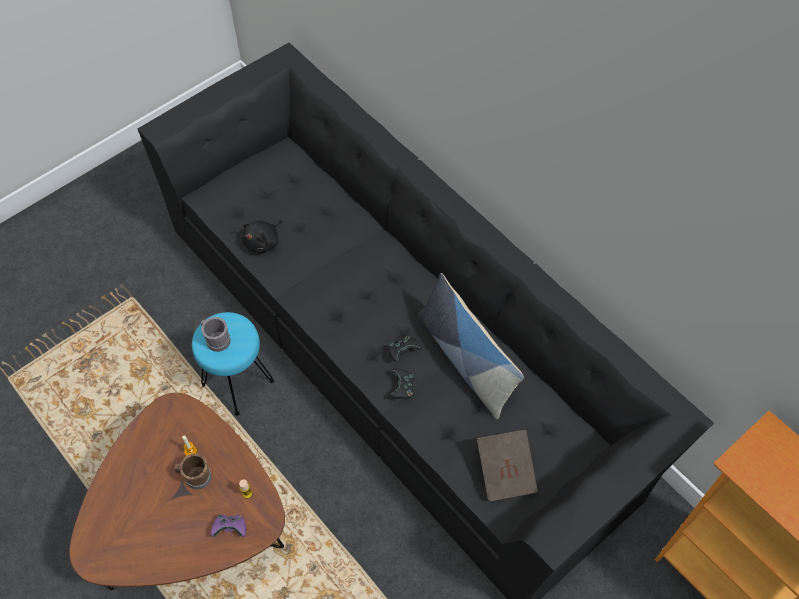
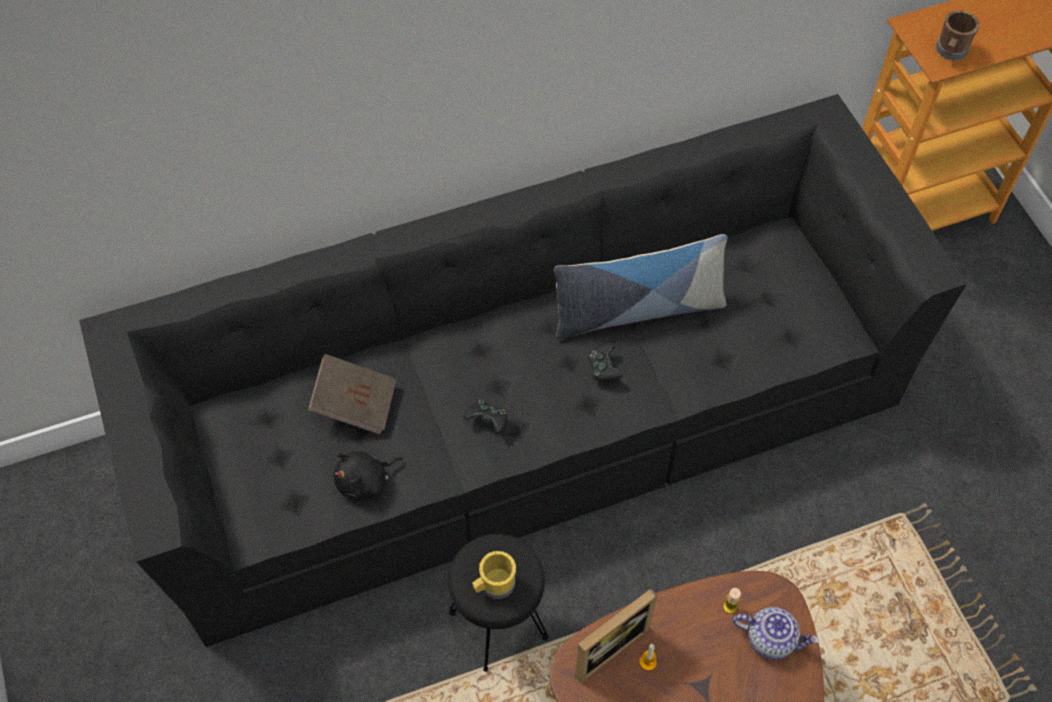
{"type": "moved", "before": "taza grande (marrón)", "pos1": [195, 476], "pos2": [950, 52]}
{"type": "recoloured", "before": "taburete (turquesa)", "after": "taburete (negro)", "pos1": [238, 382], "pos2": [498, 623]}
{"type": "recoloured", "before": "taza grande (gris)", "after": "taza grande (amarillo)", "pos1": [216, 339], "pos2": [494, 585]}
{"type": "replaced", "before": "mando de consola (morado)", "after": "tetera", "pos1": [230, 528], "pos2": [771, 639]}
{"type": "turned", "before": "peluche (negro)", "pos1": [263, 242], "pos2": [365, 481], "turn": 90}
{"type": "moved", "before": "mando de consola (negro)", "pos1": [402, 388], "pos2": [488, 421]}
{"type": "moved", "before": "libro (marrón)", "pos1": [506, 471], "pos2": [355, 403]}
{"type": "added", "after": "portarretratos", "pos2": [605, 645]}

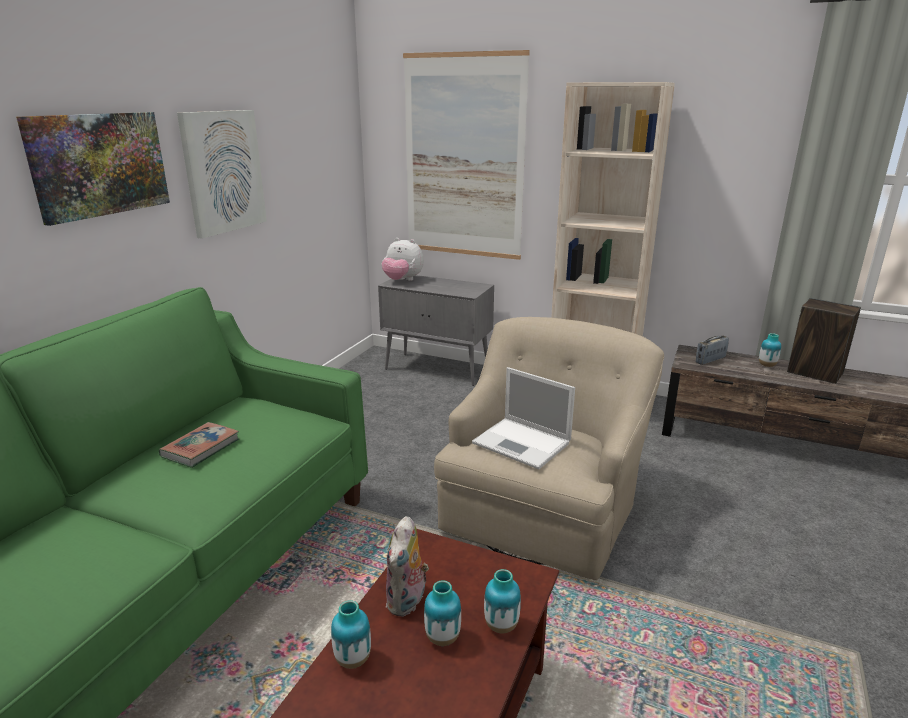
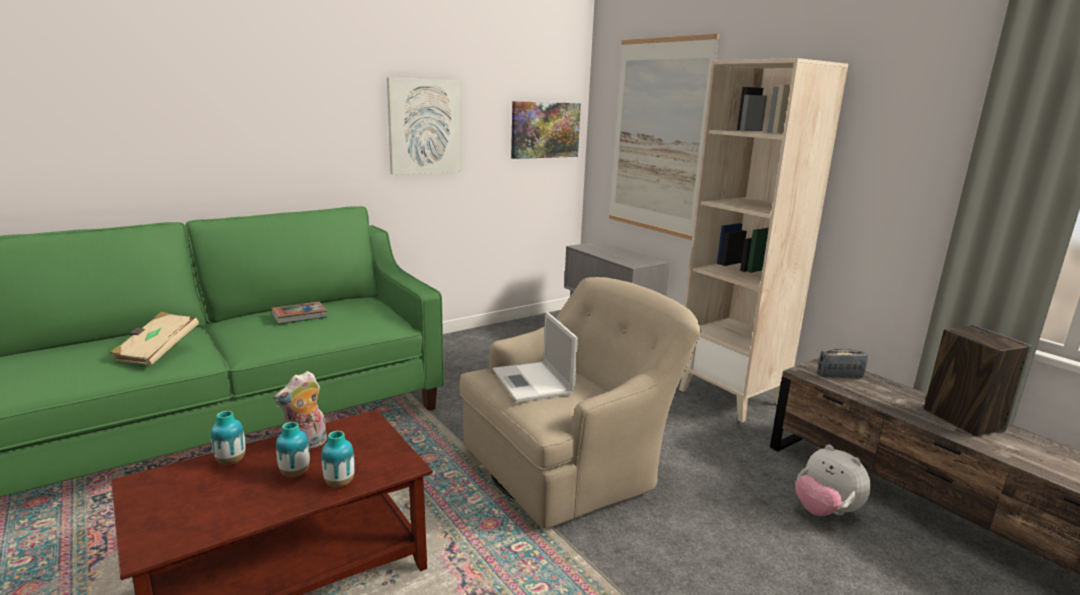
{"type": "moved", "before": "cuadro", "pos1": [99, 164], "pos2": [545, 130]}
{"type": "moved", "before": "peluche", "pos1": [402, 280], "pos2": [825, 511]}
{"type": "removed", "before": "florero", "pos1": [767, 365]}
{"type": "added", "after": "libro (beis)", "pos2": [157, 352]}

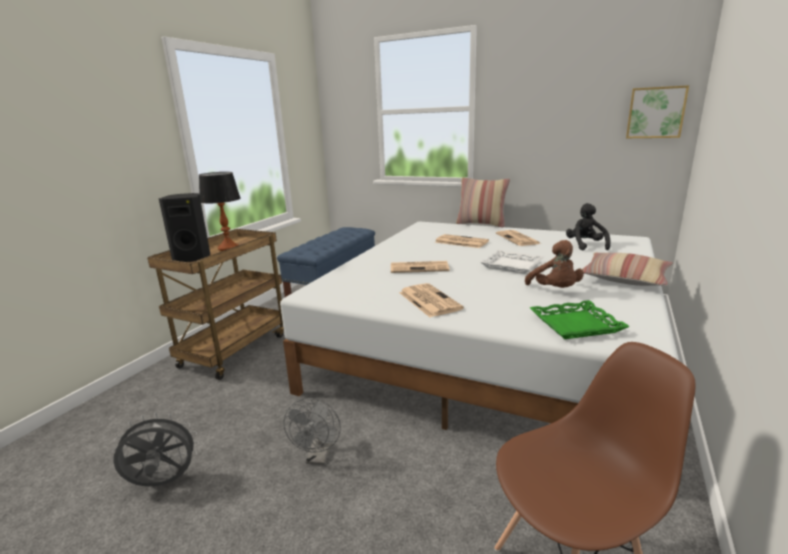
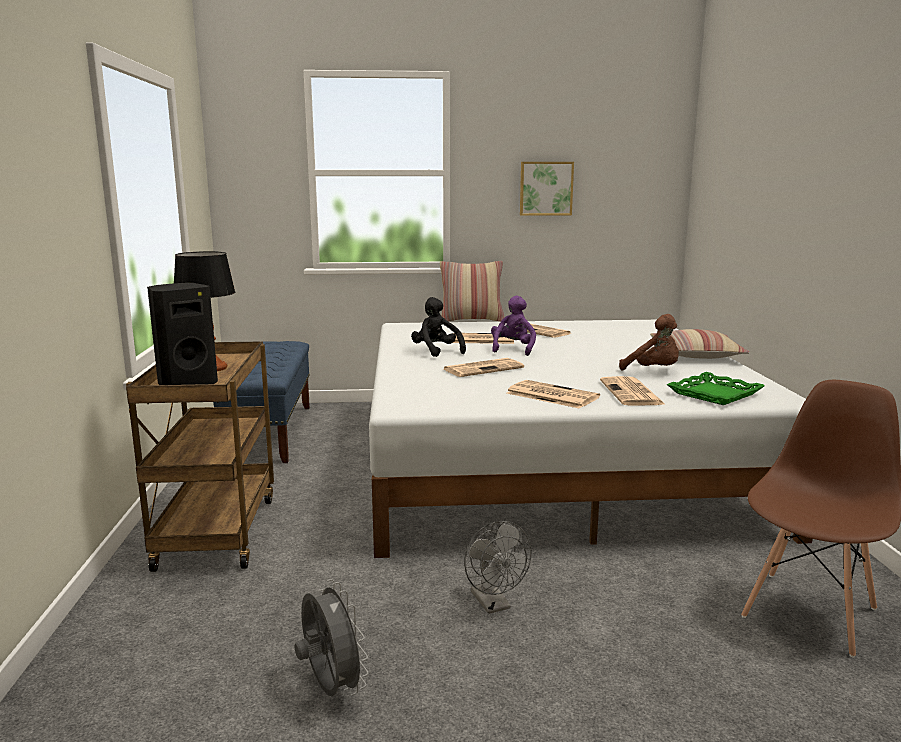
{"type": "turned", "before": "ventilador (gris)", "pos1": [163, 483], "pos2": [330, 688], "turn": 105}
{"type": "removed", "before": "bandeja (blanco)", "pos1": [512, 265]}
{"type": "moved", "before": "peluche (negro)", "pos1": [585, 246], "pos2": [436, 351]}
{"type": "moved", "before": "cuadro", "pos1": [655, 112], "pos2": [546, 188]}
{"type": "added", "after": "peluche (morado)", "pos2": [513, 349]}
{"type": "added", "after": "periódico", "pos2": [632, 393]}

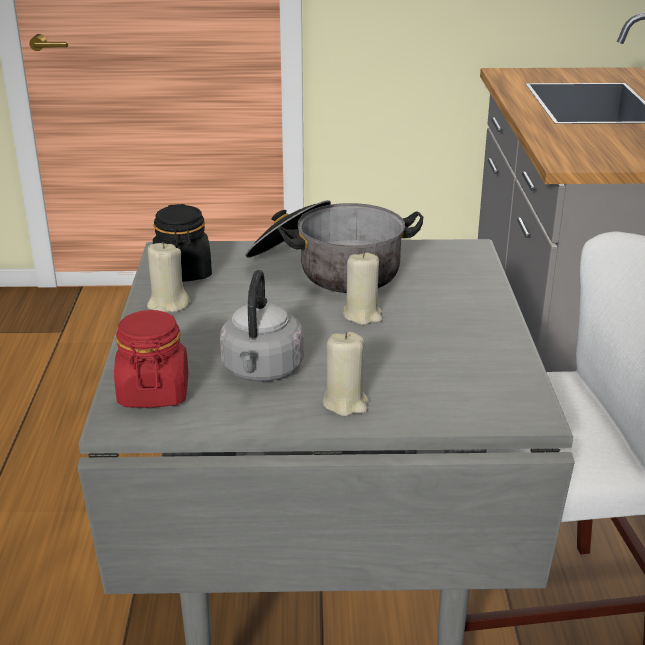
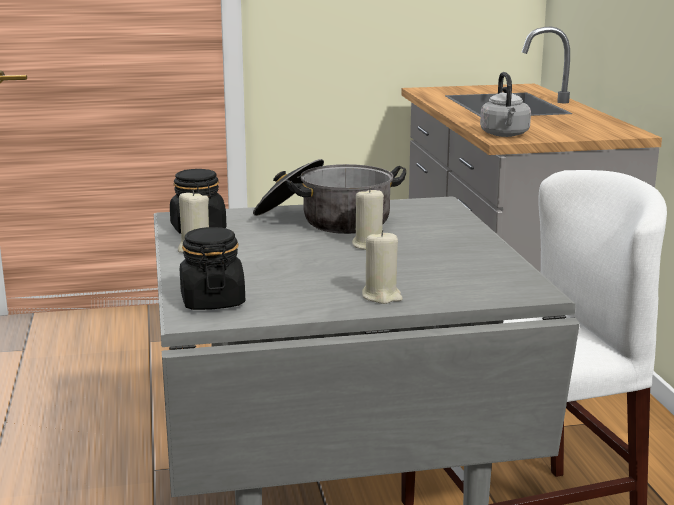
{"type": "recoloured", "before": "tarro (rojo)", "after": "tarro (negro)", "pos1": [154, 392], "pos2": [212, 301]}
{"type": "moved", "before": "hervidor (gris)", "pos1": [261, 371], "pos2": [505, 135]}

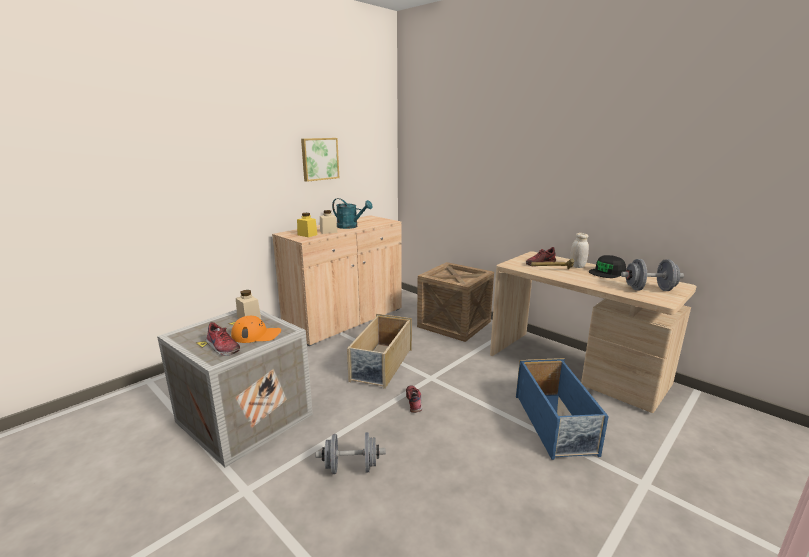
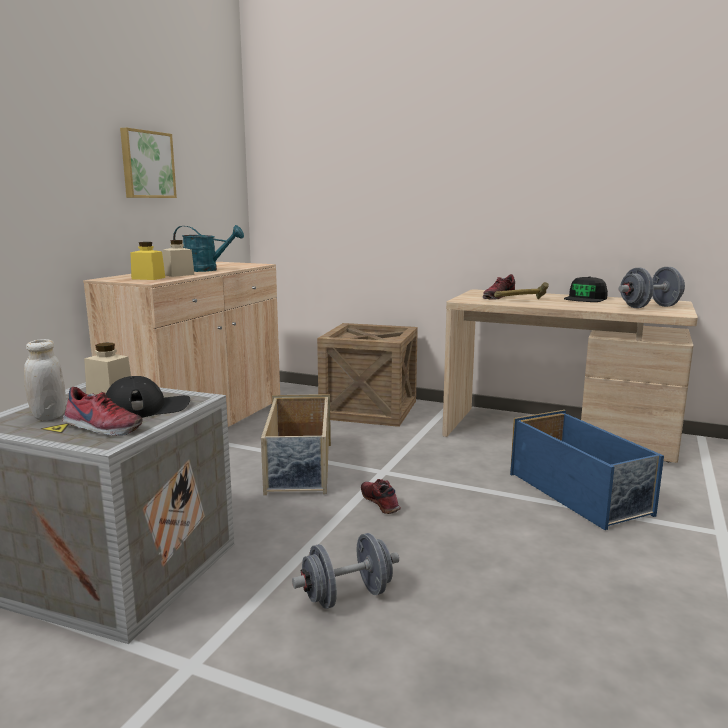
{"type": "recoloured", "before": "gorra (naranja)", "after": "gorra (negro)", "pos1": [256, 334], "pos2": [147, 408]}
{"type": "moved", "before": "tarro (blanco)", "pos1": [577, 266], "pos2": [48, 416]}

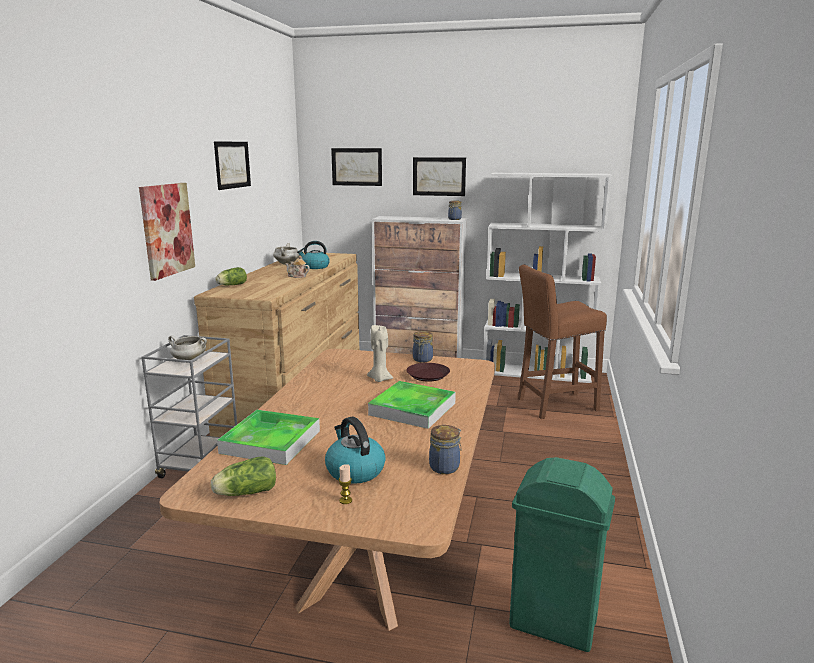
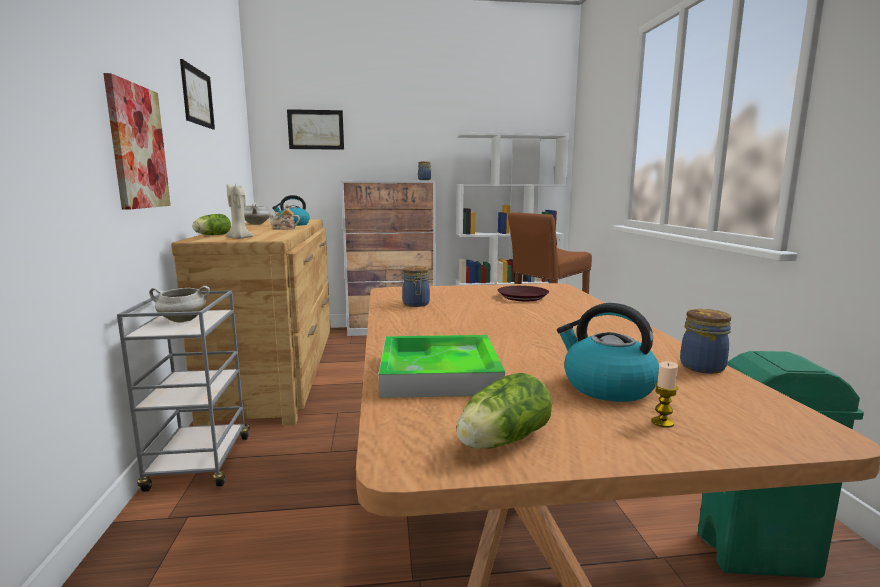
{"type": "moved", "before": "vela (beis)", "pos1": [379, 379], "pos2": [239, 238]}
{"type": "removed", "before": "bandeja", "pos1": [412, 409]}
{"type": "removed", "before": "cuadro", "pos1": [439, 176]}
{"type": "moved", "before": "tarro", "pos1": [422, 360], "pos2": [416, 304]}

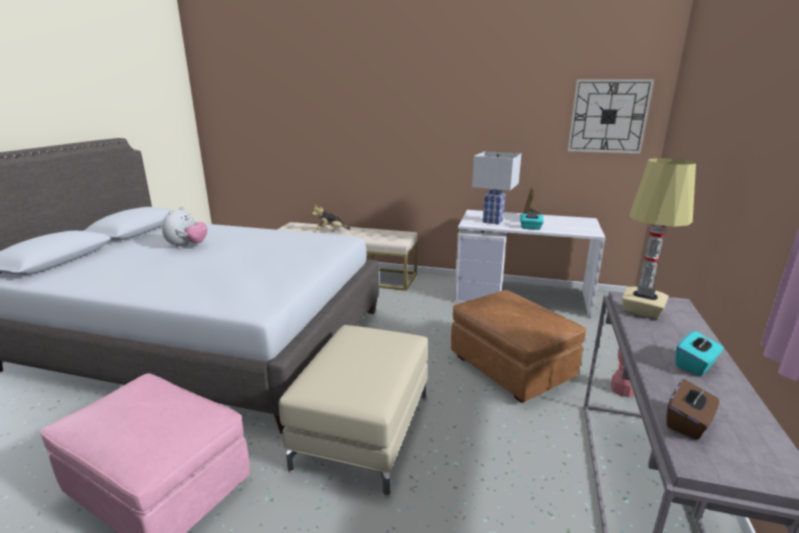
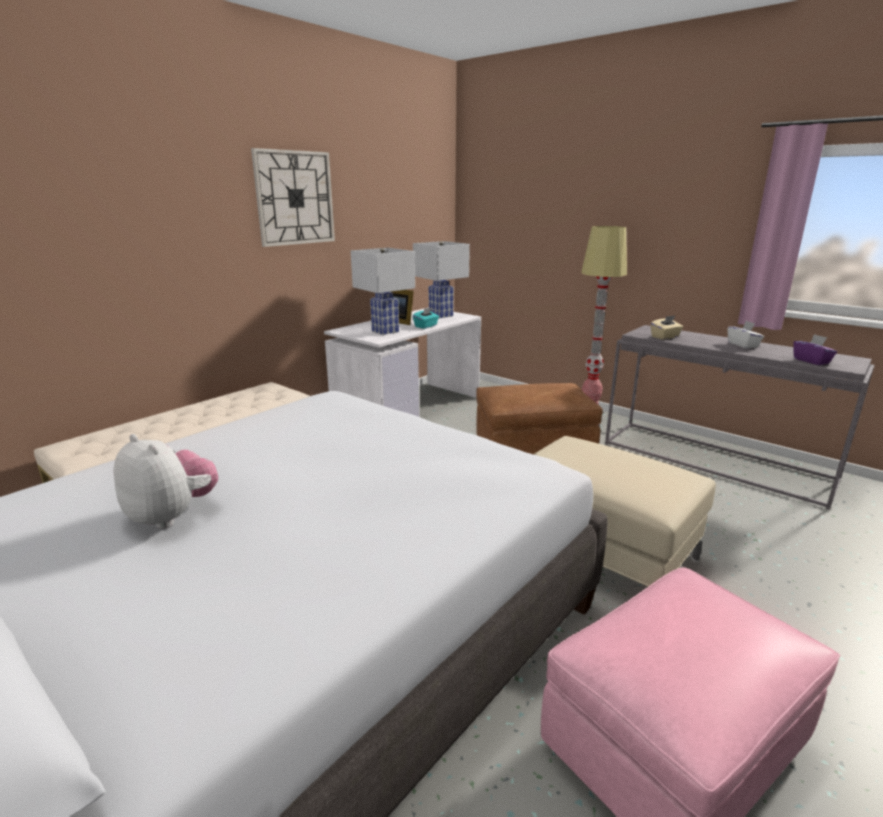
{"type": "removed", "before": "peluche", "pos1": [330, 231]}
{"type": "moved", "before": "reloj de pared", "pos1": [608, 116], "pos2": [295, 198]}
{"type": "recoloured", "before": "caja de pañuelos (marrón)", "after": "caja de pañuelos (morado)", "pos1": [688, 423], "pos2": [811, 361]}
{"type": "recoloured", "before": "caja de pañuelos (turquesa)", "after": "caja de pañuelos (blanco)", "pos1": [695, 365], "pos2": [743, 345]}
{"type": "added", "after": "lámpara de mesa (blanco)", "pos2": [440, 316]}

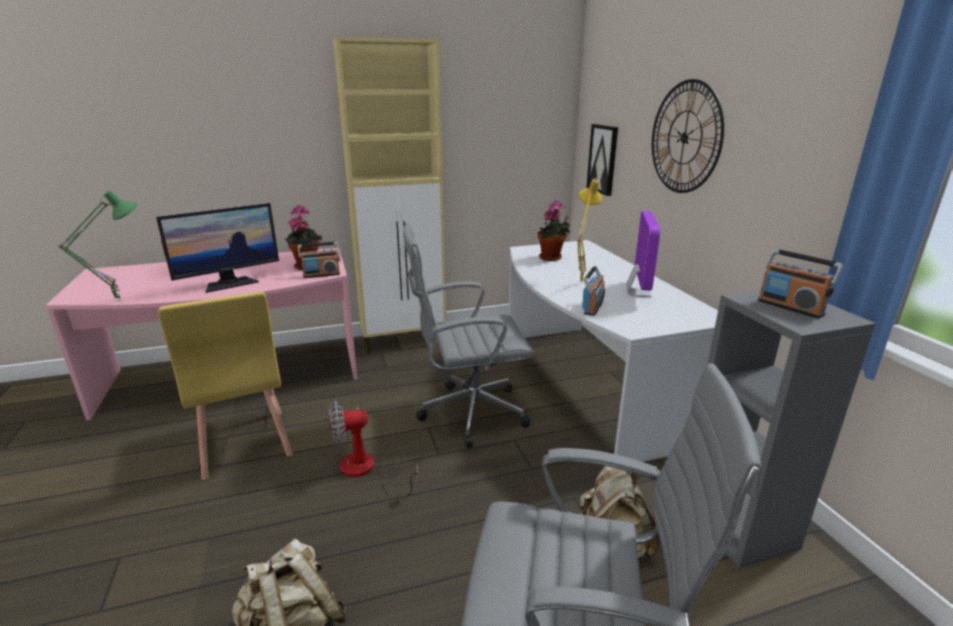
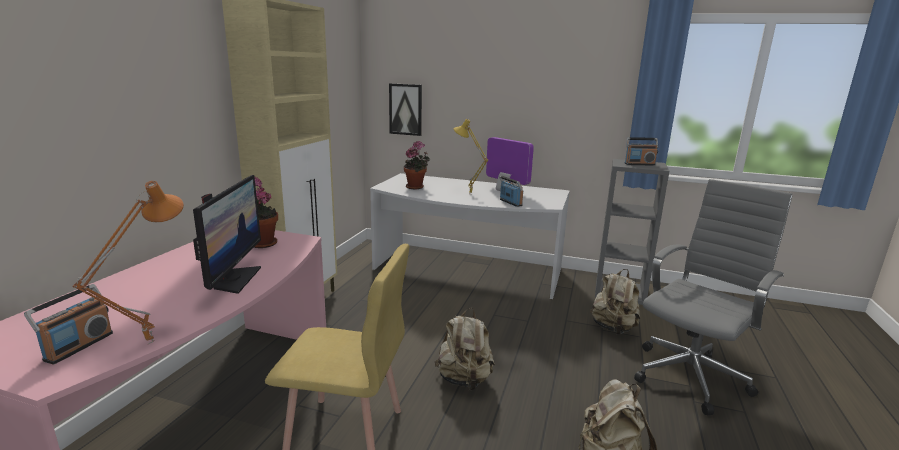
{"type": "recoloured", "before": "lámpara de mesa (verde)", "after": "lámpara de mesa (naranja)", "pos1": [119, 299], "pos2": [149, 342]}
{"type": "moved", "before": "radio", "pos1": [321, 275], "pos2": [78, 346]}
{"type": "replaced", "before": "ventilador", "after": "mochila (beis)", "pos1": [366, 470], "pos2": [464, 380]}
{"type": "removed", "before": "silla de oficina (gris)", "pos1": [468, 413]}
{"type": "removed", "before": "reloj de pared", "pos1": [685, 137]}

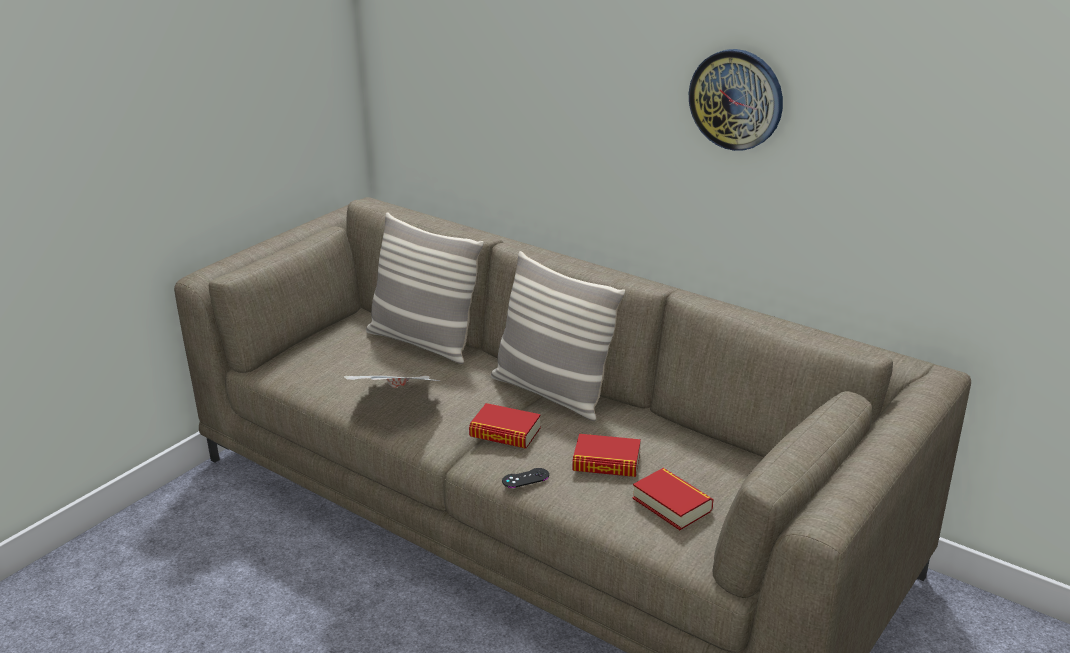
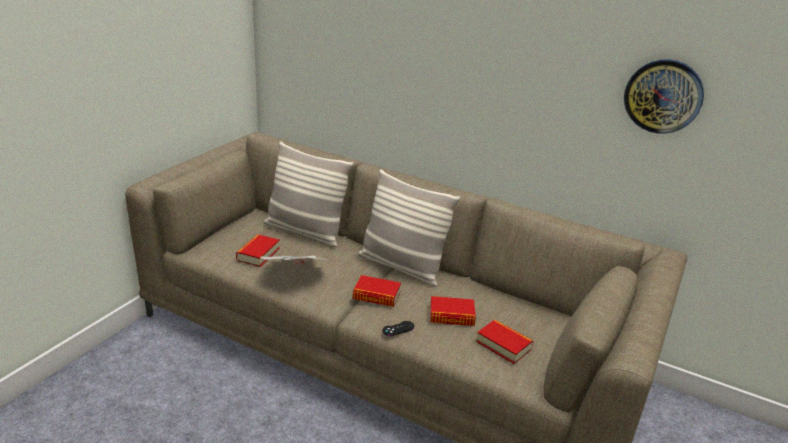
{"type": "moved", "before": "reloj de pared", "pos1": [736, 99], "pos2": [663, 96]}
{"type": "added", "after": "libro", "pos2": [258, 254]}

